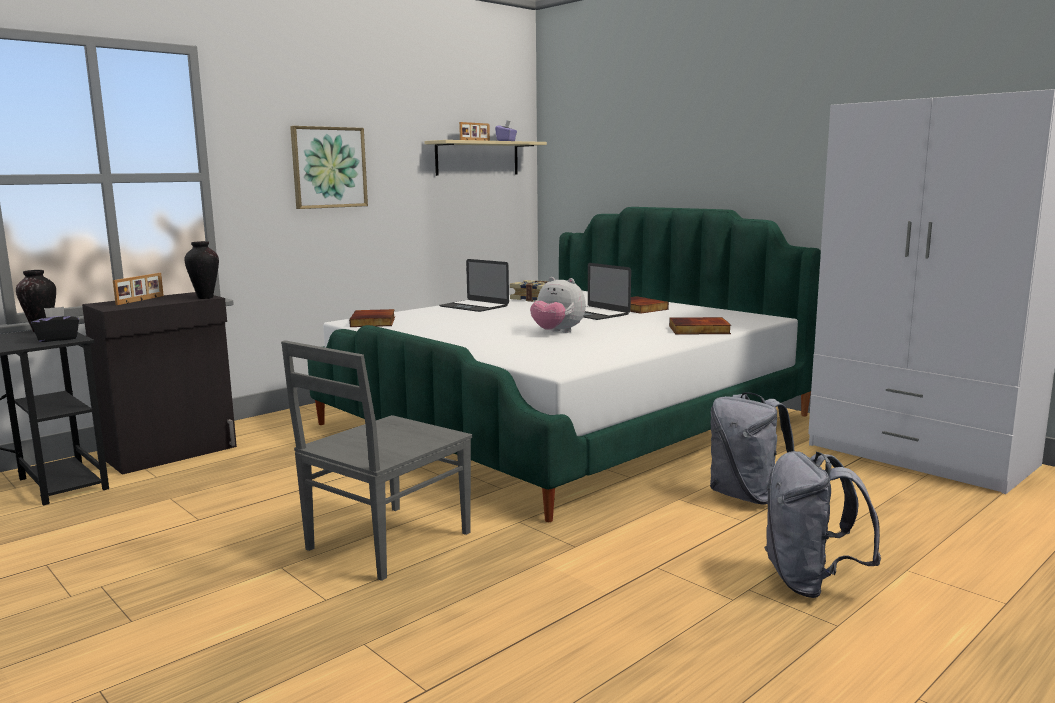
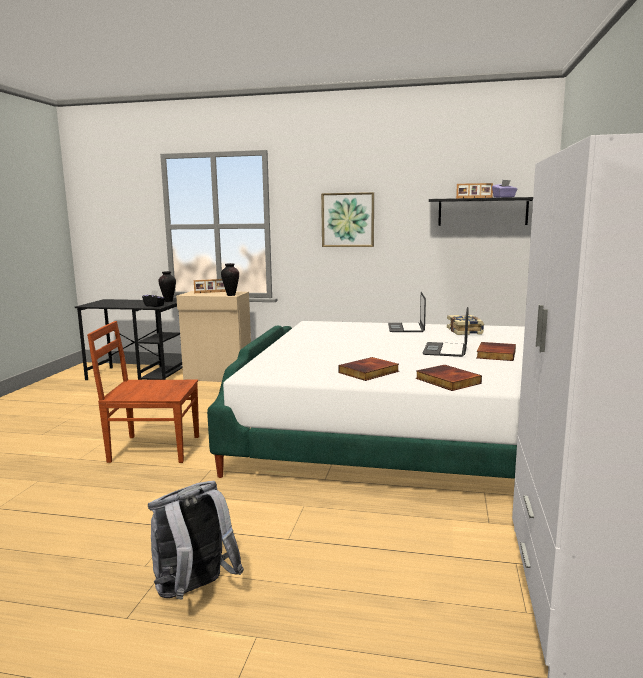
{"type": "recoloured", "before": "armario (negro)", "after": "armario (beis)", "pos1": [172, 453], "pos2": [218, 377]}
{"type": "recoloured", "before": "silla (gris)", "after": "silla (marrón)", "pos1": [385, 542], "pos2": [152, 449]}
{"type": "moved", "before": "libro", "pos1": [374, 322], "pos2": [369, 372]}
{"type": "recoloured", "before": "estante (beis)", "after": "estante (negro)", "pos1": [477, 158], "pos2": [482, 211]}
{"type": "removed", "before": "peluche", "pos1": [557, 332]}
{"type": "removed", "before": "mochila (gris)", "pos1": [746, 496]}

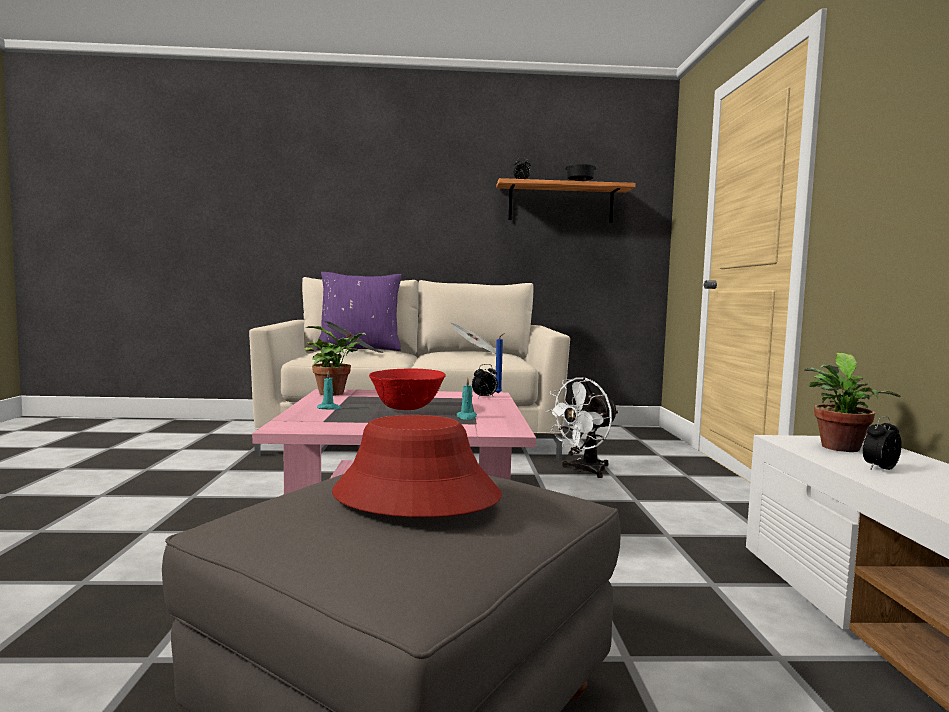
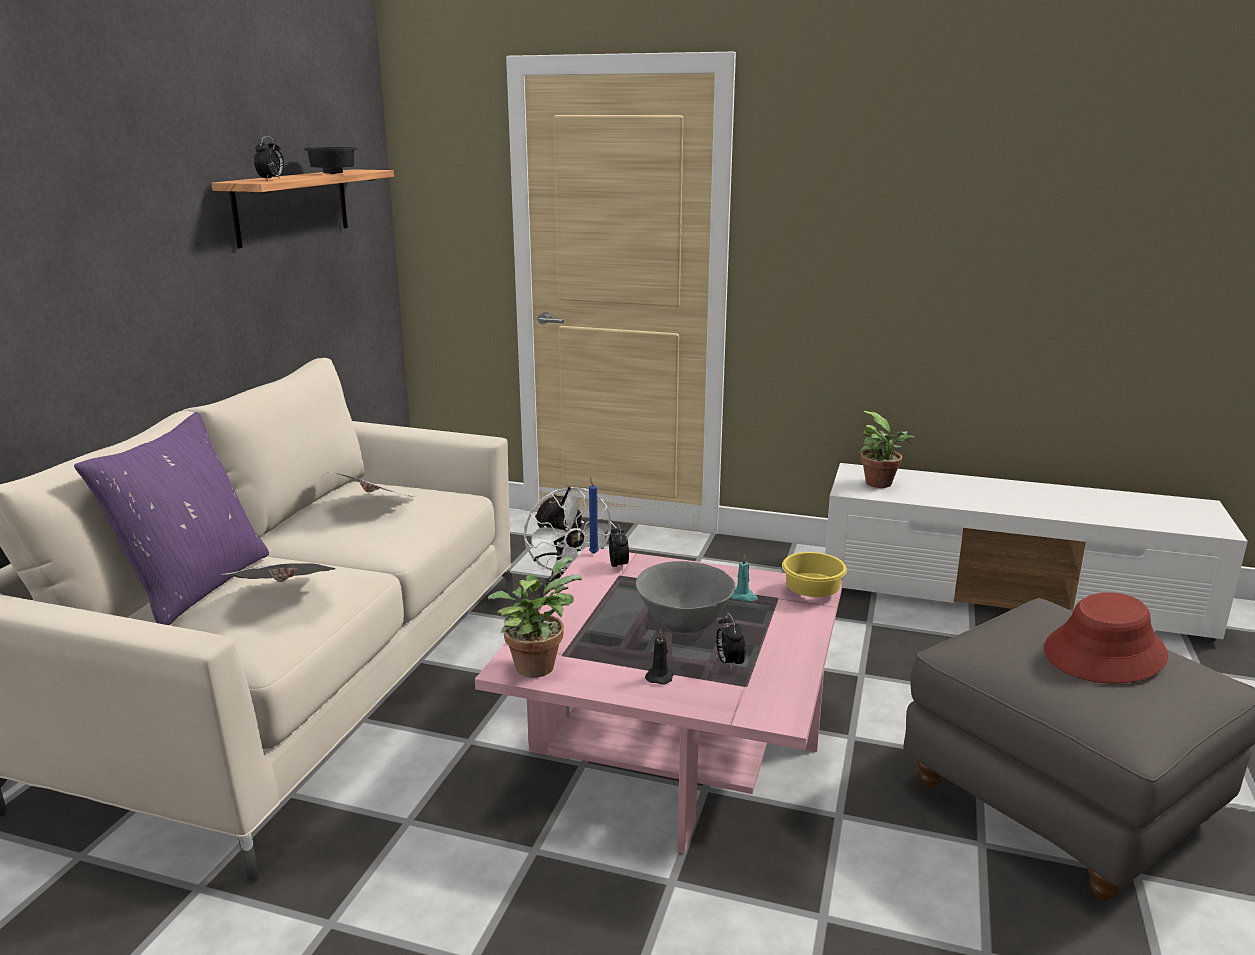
{"type": "recoloured", "before": "vela (turquesa)", "after": "vela (negro)", "pos1": [329, 408], "pos2": [660, 676]}
{"type": "recoloured", "before": "cuenco (rojo)", "after": "cuenco (gris)", "pos1": [407, 409], "pos2": [684, 624]}
{"type": "moved", "before": "despertador", "pos1": [879, 469], "pos2": [729, 663]}
{"type": "added", "after": "cuenco (amarillo)", "pos2": [814, 593]}

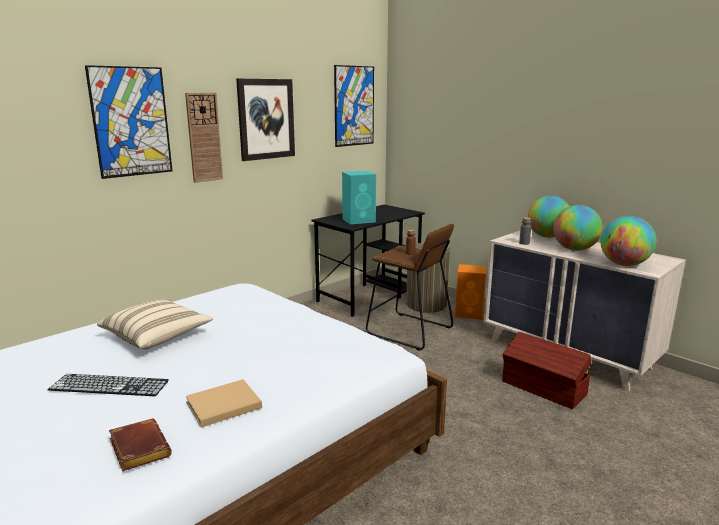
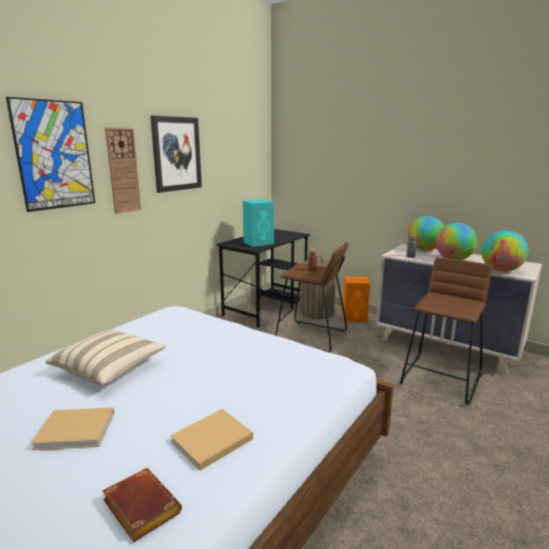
{"type": "replaced", "before": "teclado", "after": "libro (beis)", "pos1": [109, 385], "pos2": [78, 430]}
{"type": "removed", "before": "cuadro", "pos1": [354, 106]}
{"type": "replaced", "before": "caja de almacenaje (marrón)", "after": "taburete (marrón)", "pos1": [543, 389], "pos2": [441, 379]}

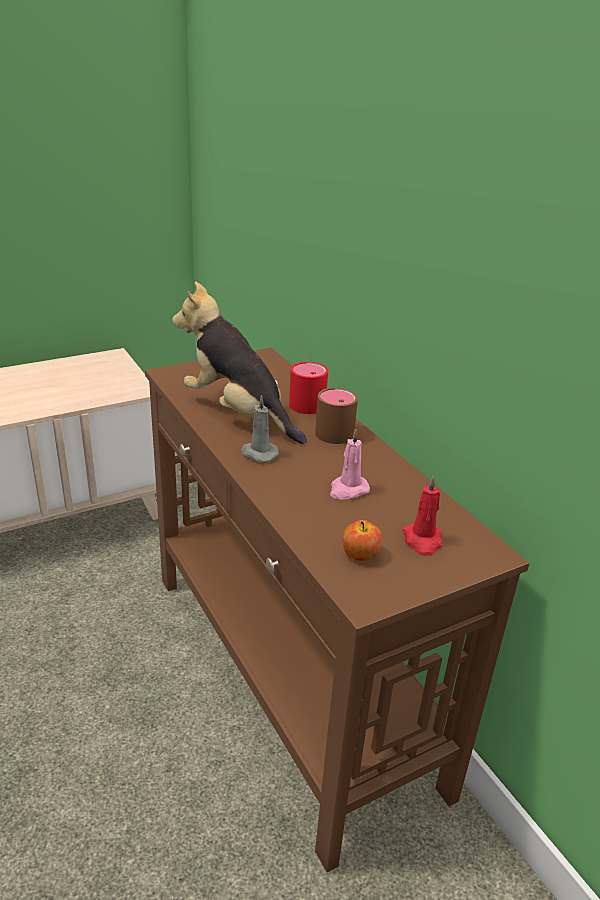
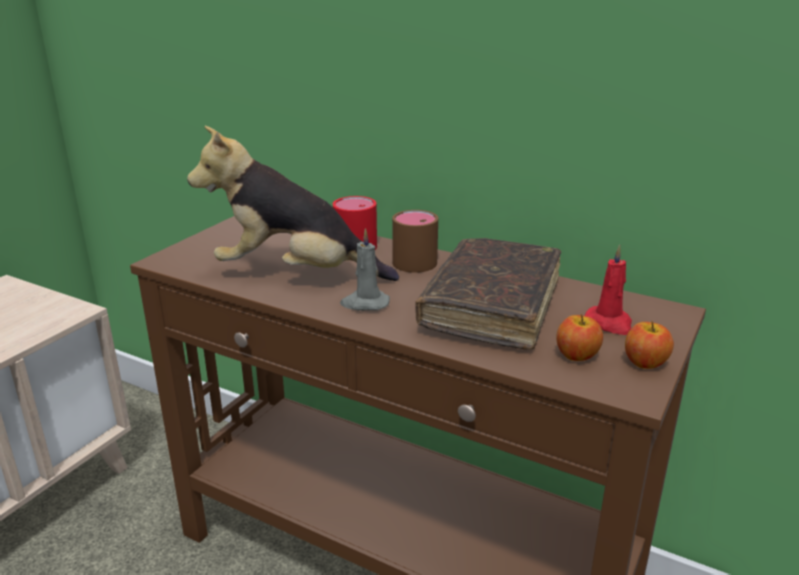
{"type": "replaced", "before": "vela (rosa)", "after": "libro (marrón)", "pos1": [348, 490], "pos2": [492, 305]}
{"type": "added", "after": "manzana", "pos2": [645, 363]}

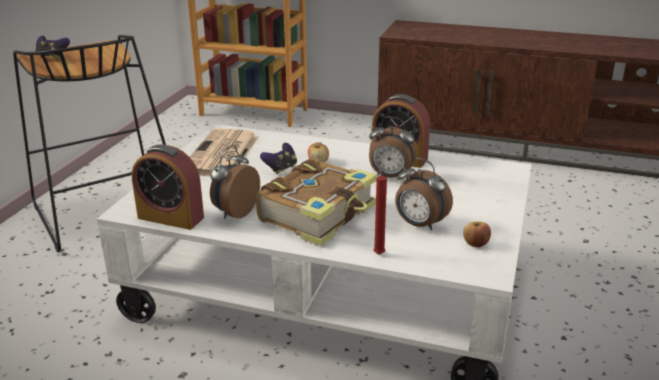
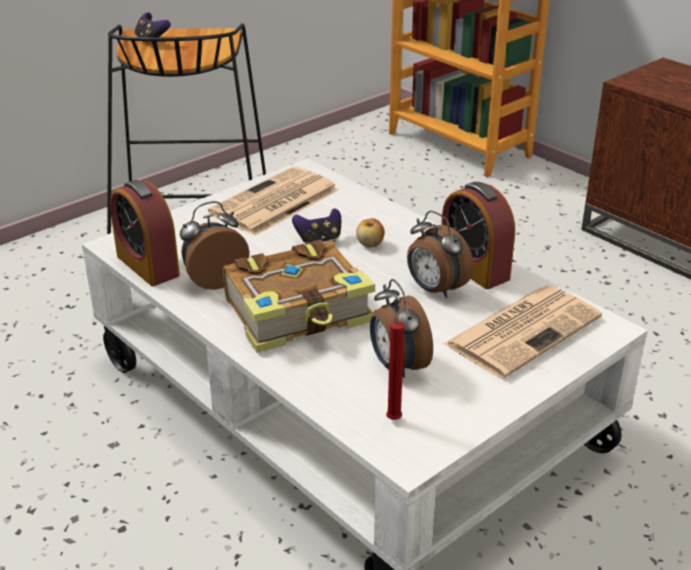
{"type": "moved", "before": "vela (rojo)", "pos1": [379, 253], "pos2": [395, 418]}
{"type": "removed", "before": "manzana", "pos1": [475, 244]}
{"type": "added", "after": "periódico", "pos2": [523, 330]}

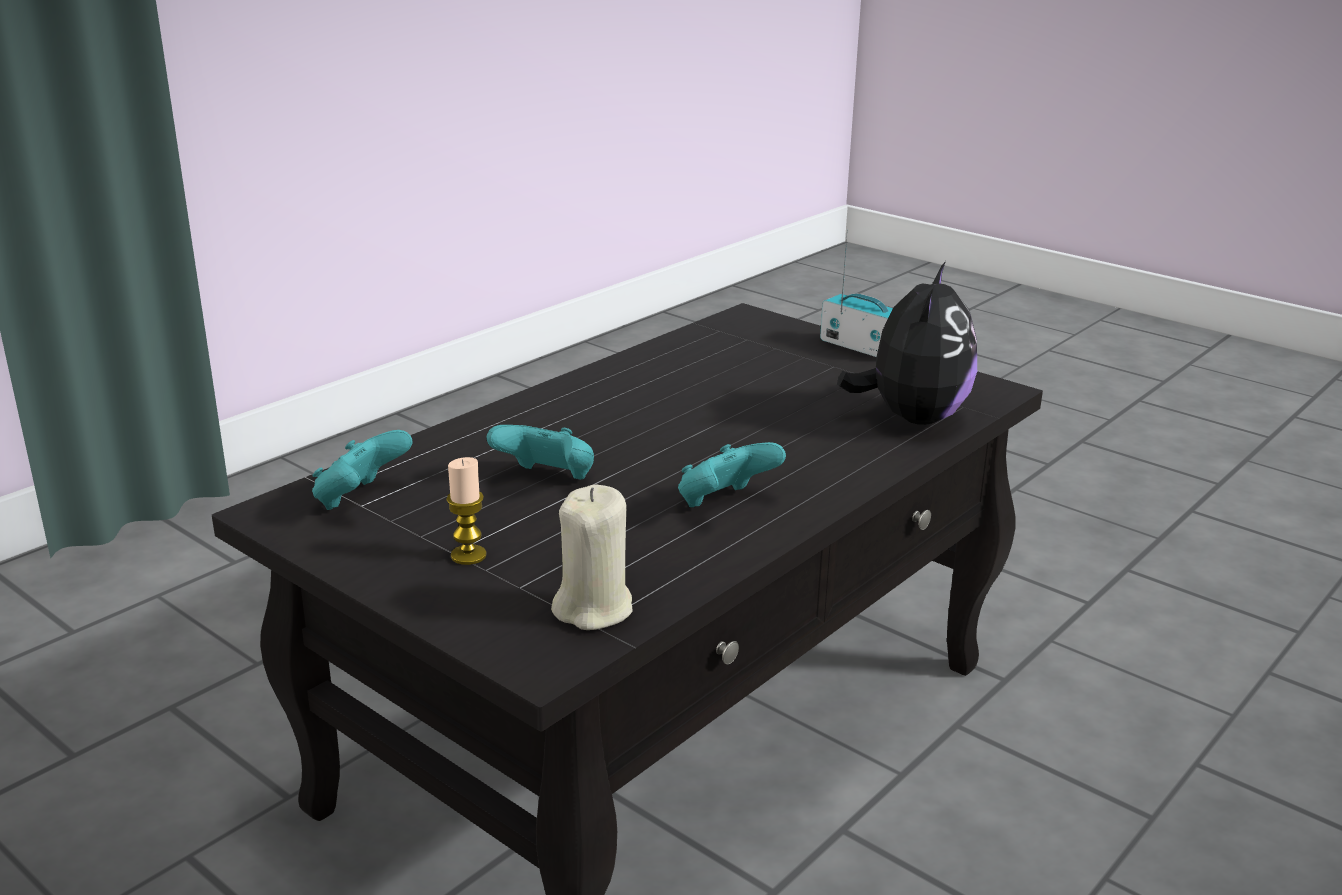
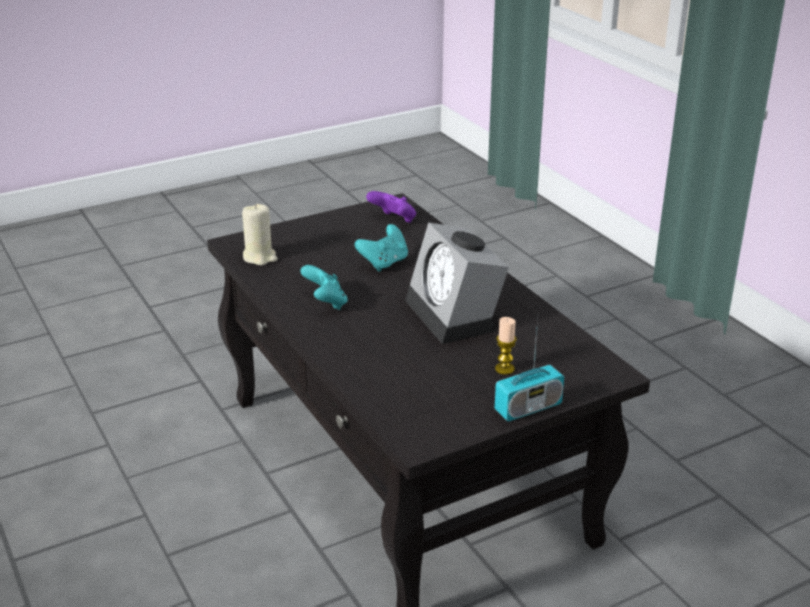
{"type": "recoloured", "before": "mando de consola (turquesa)", "after": "mando de consola (morado)", "pos1": [360, 499], "pos2": [394, 221]}
{"type": "moved", "before": "vela", "pos1": [468, 555], "pos2": [504, 369]}
{"type": "removed", "before": "peluche", "pos1": [912, 418]}
{"type": "added", "after": "despertador", "pos2": [456, 316]}

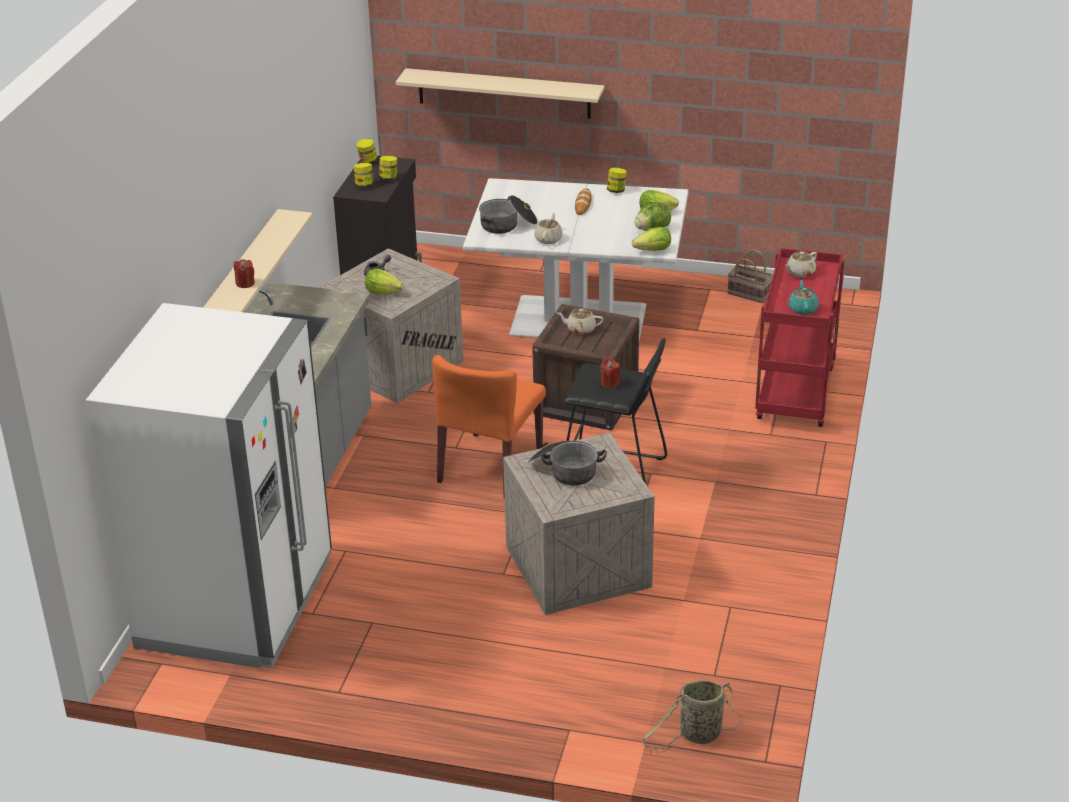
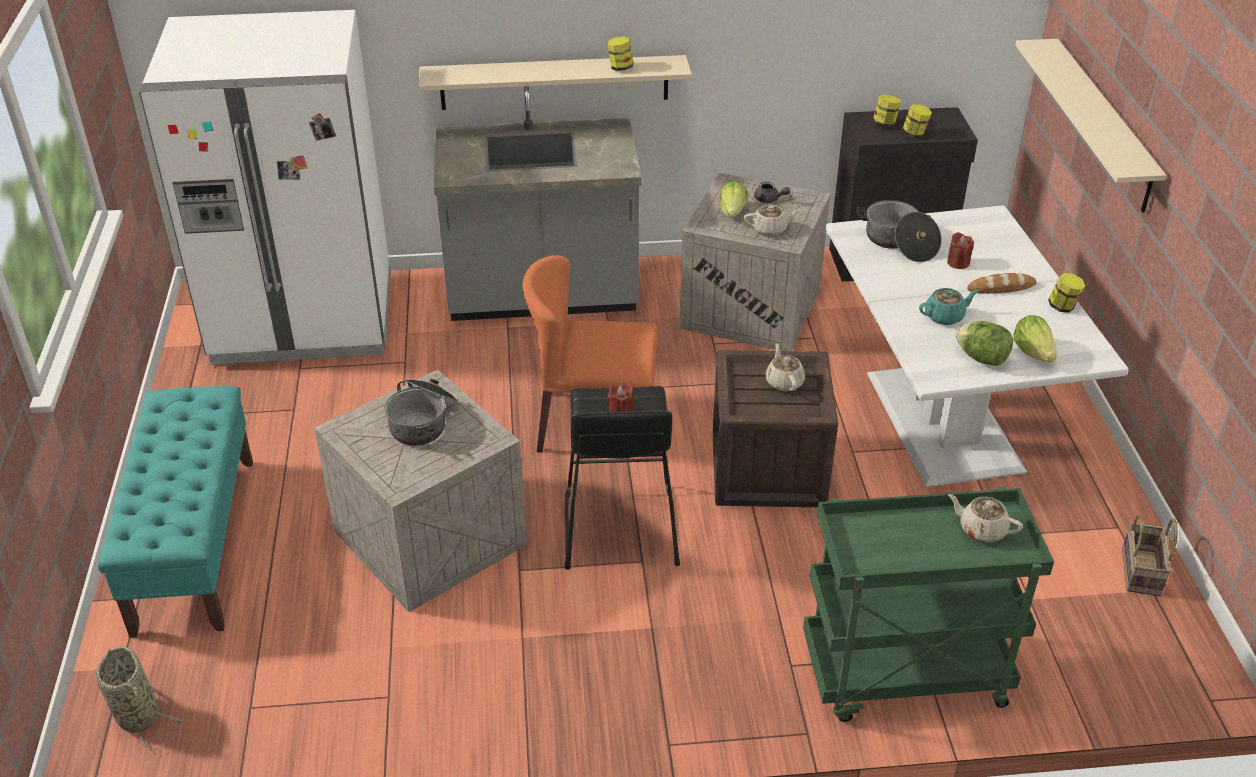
{"type": "moved", "before": "vela (rojo)", "pos1": [245, 283], "pos2": [958, 262]}
{"type": "moved", "before": "tarro", "pos1": [367, 162], "pos2": [620, 68]}
{"type": "moved", "before": "tetera (beis)", "pos1": [548, 239], "pos2": [770, 229]}
{"type": "removed", "before": "lechuga", "pos1": [653, 250]}
{"type": "recoloured", "before": "carrito (rojo)", "after": "carrito (verde)", "pos1": [796, 396], "pos2": [903, 677]}
{"type": "moved", "before": "tetera (turquesa)", "pos1": [802, 309], "pos2": [945, 316]}
{"type": "added", "after": "banco (turquesa)", "pos2": [195, 543]}

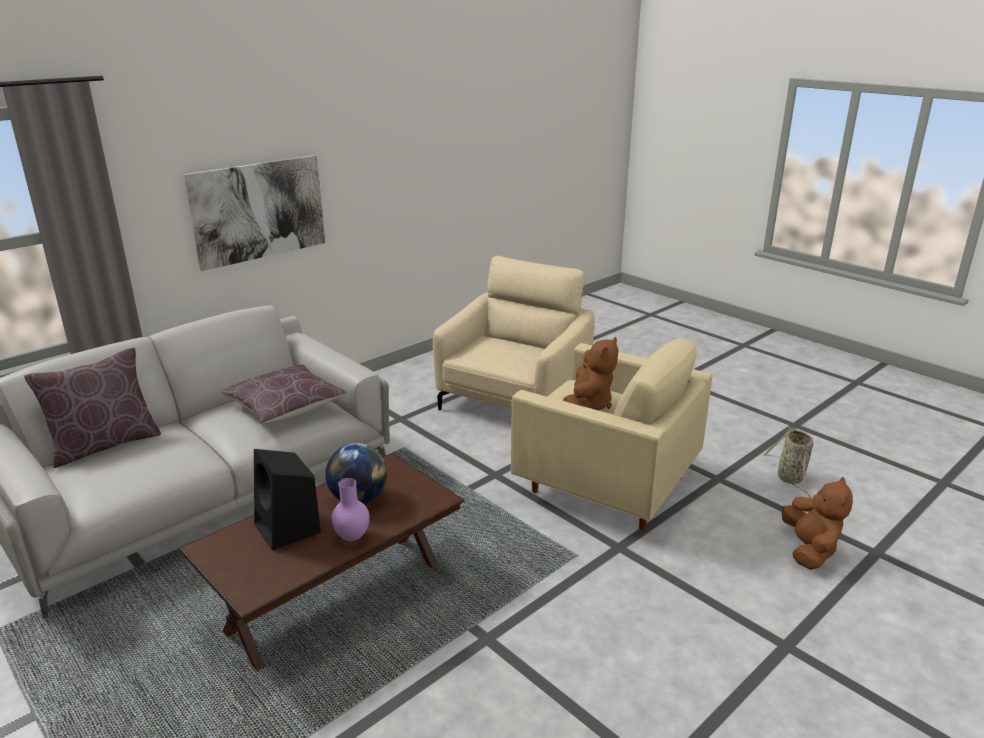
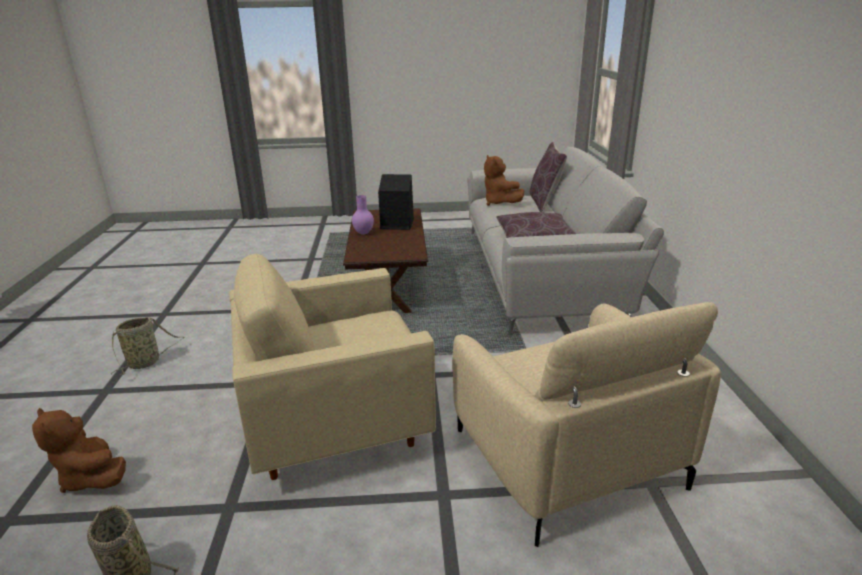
{"type": "removed", "before": "cuadro", "pos1": [259, 211]}
{"type": "removed", "before": "globo terráqueo", "pos1": [359, 499]}
{"type": "moved", "before": "peluche (marrón)", "pos1": [588, 404], "pos2": [499, 203]}
{"type": "added", "after": "cesta", "pos2": [146, 362]}

